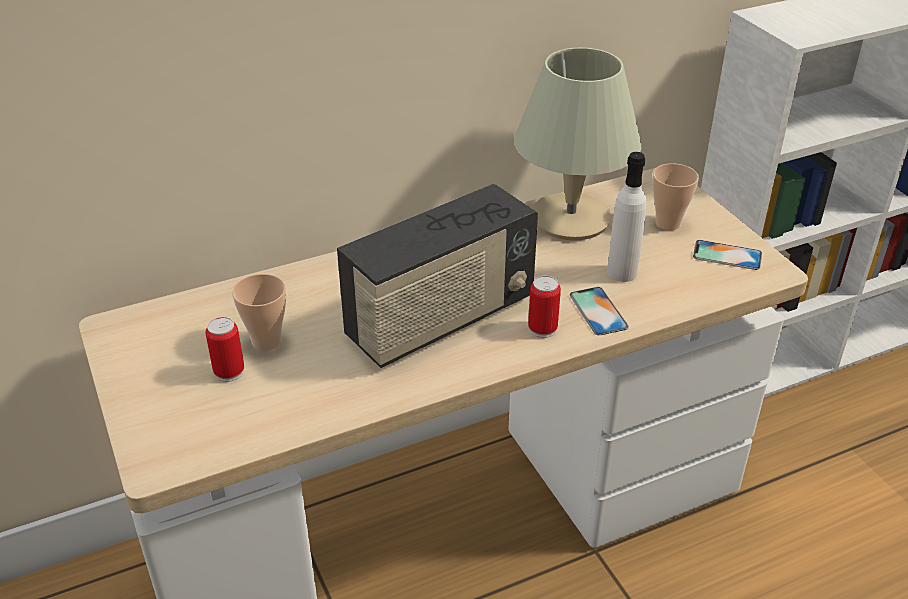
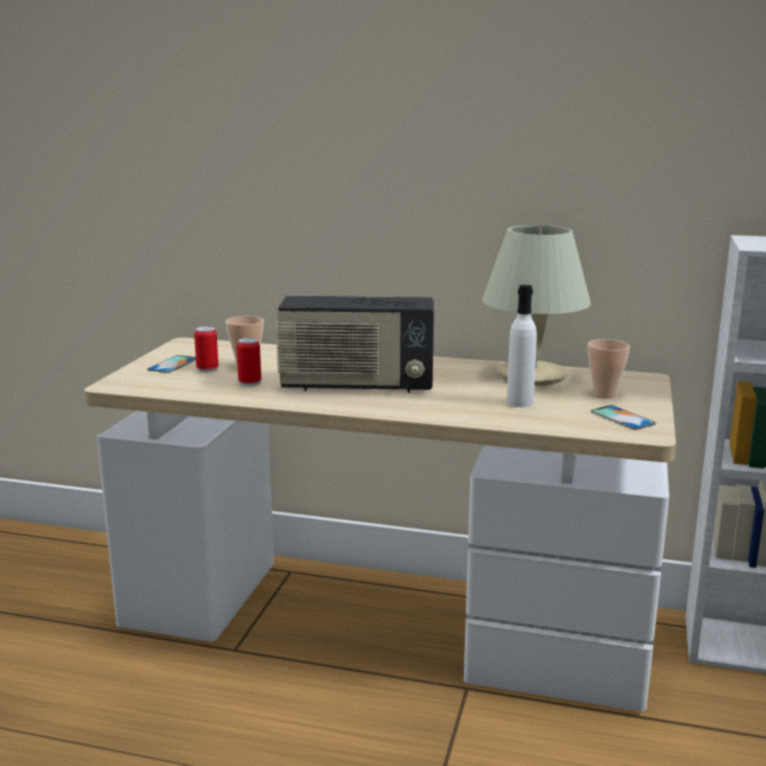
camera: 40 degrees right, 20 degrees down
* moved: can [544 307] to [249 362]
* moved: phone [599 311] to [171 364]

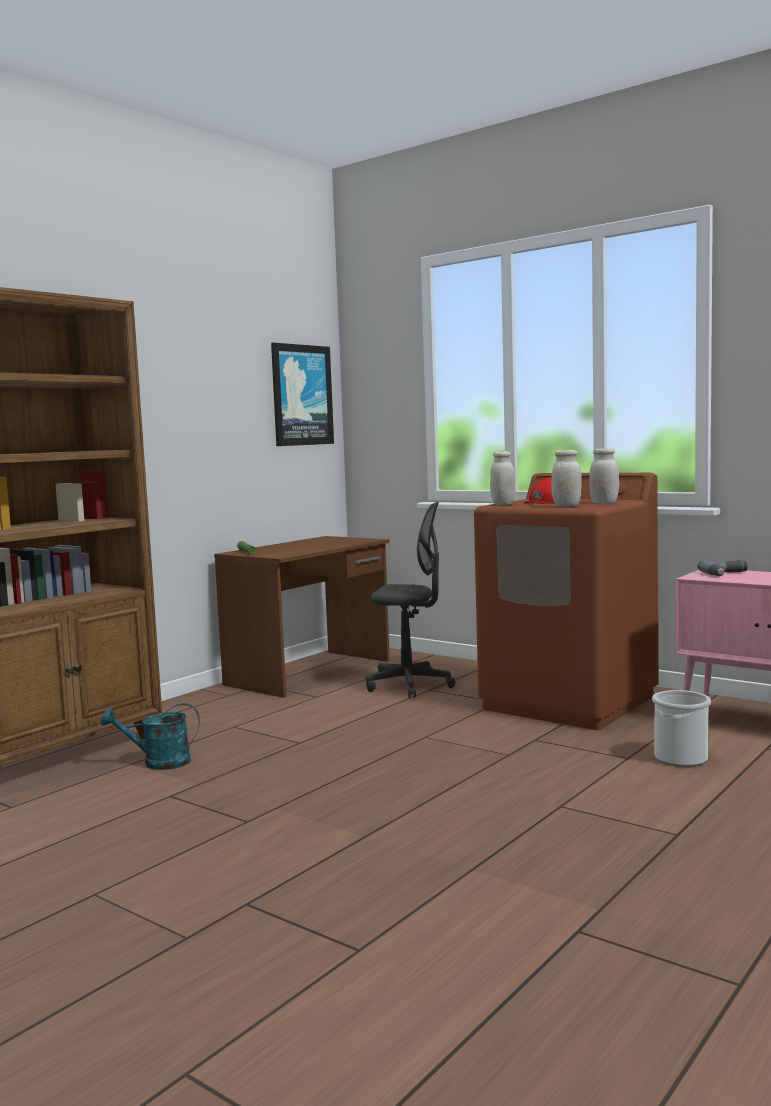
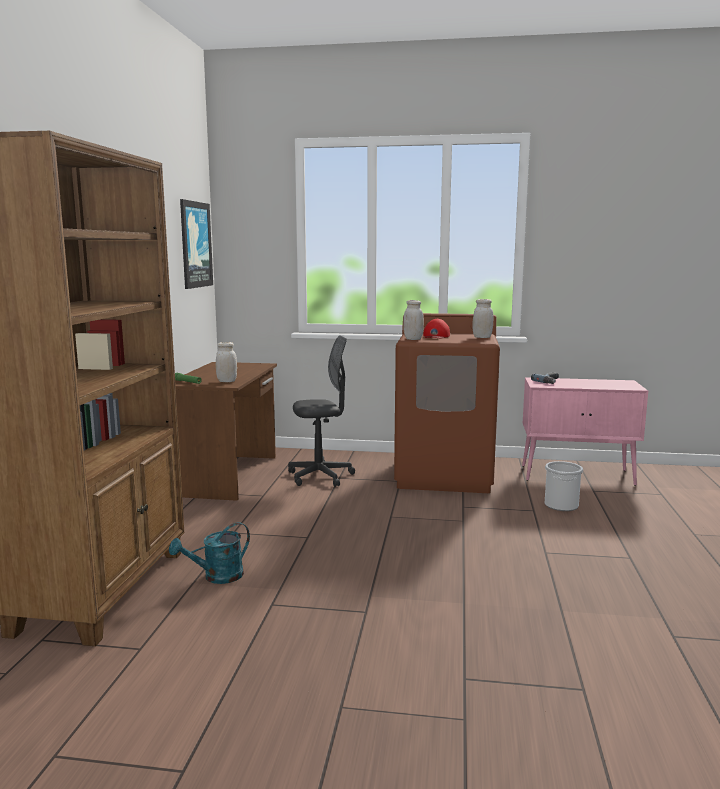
camera: 30 degrees left, 5 degrees up
* moved: jar in white [566 478] to [226 362]

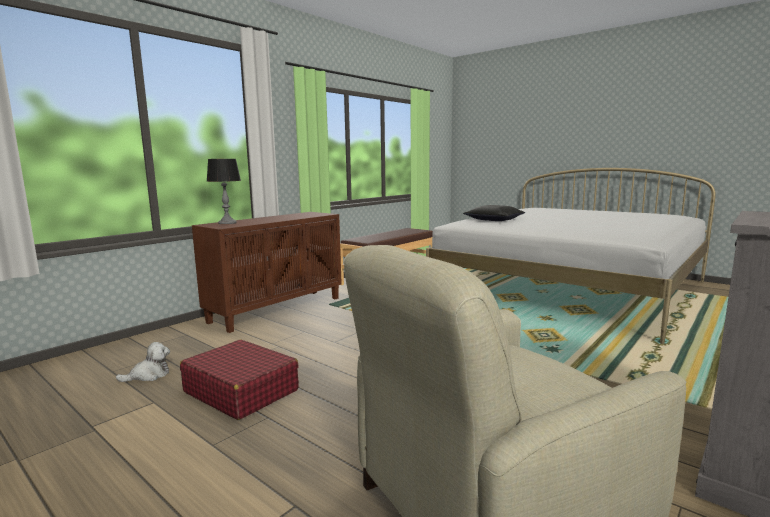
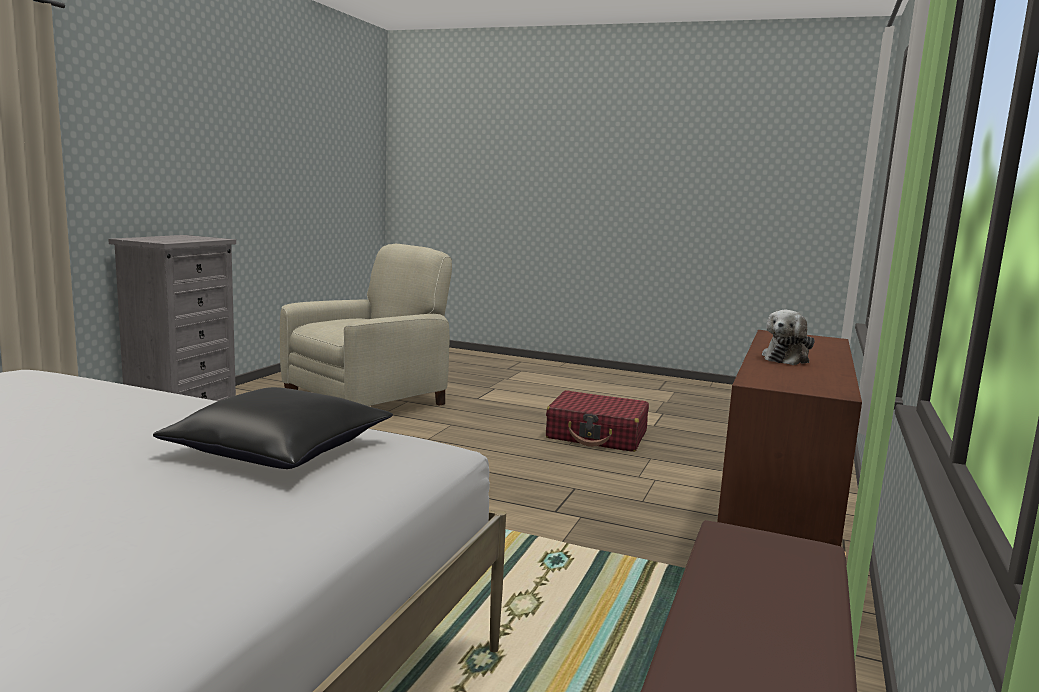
camera: 160 degrees right, 0 degrees up
* removed: table lamp [224 191]
* moved: plush toy [143 362] to [788 337]

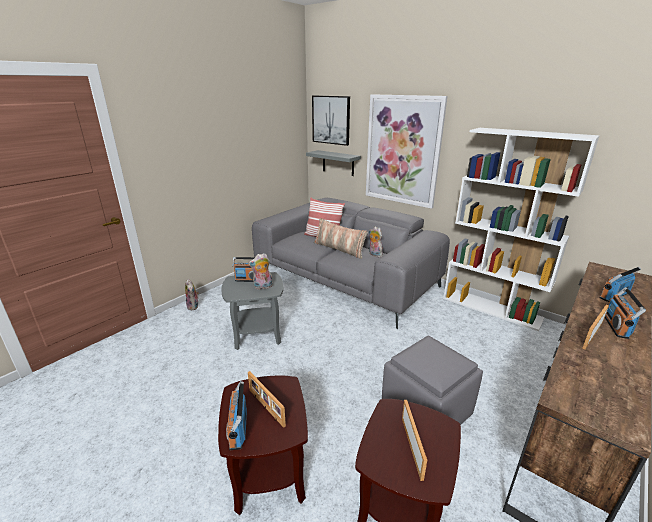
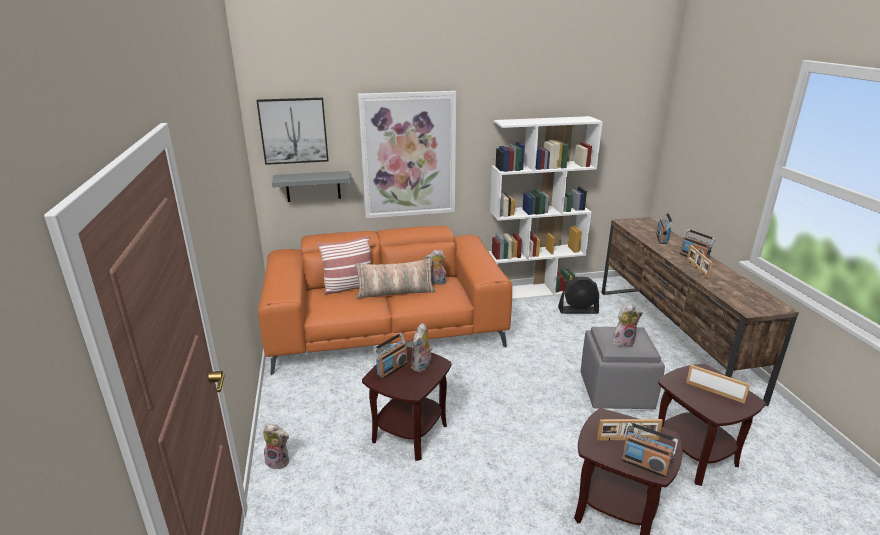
camera: 50 degrees left, 0 degrees up
* recoloured: sofa in grey [351 263] to sofa in orange [385 300]
* recoloured: side table in grey [252 311] to side table in brown [407 404]
* added: fan in black [578 295]
* added: plush toy [627 326]

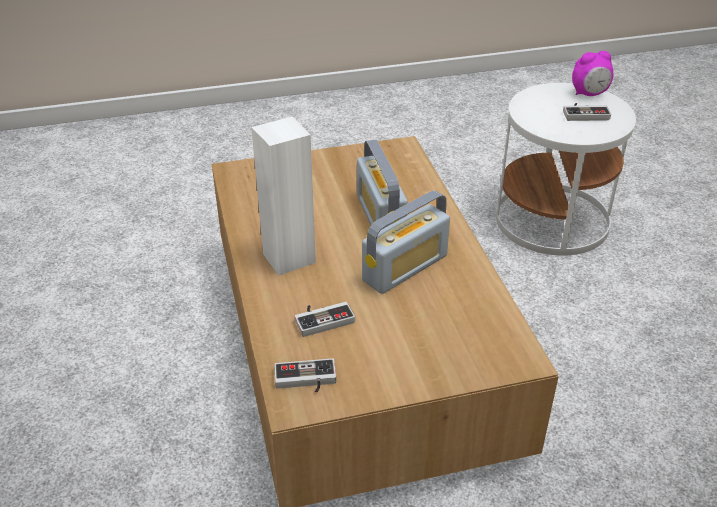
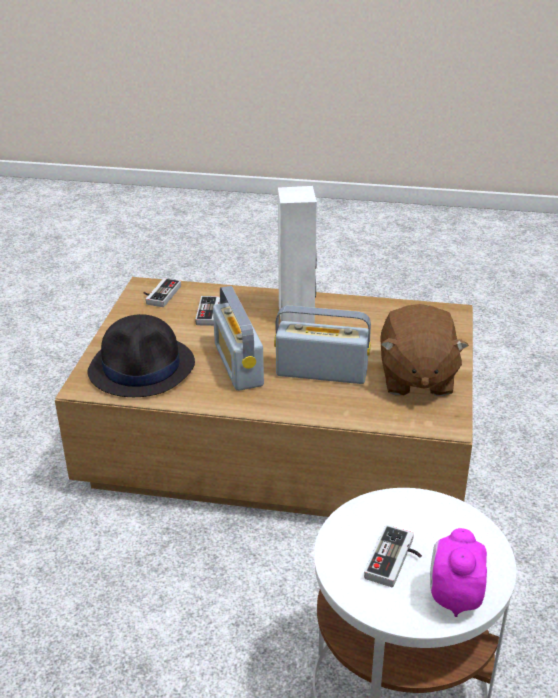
camera: 115 degrees right, 5 degrees down
* added: plush toy in brown [424 350]
* added: hat in black [141 355]

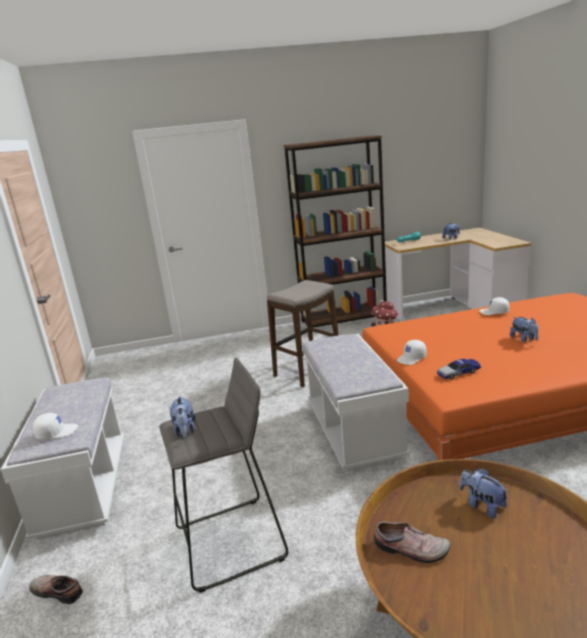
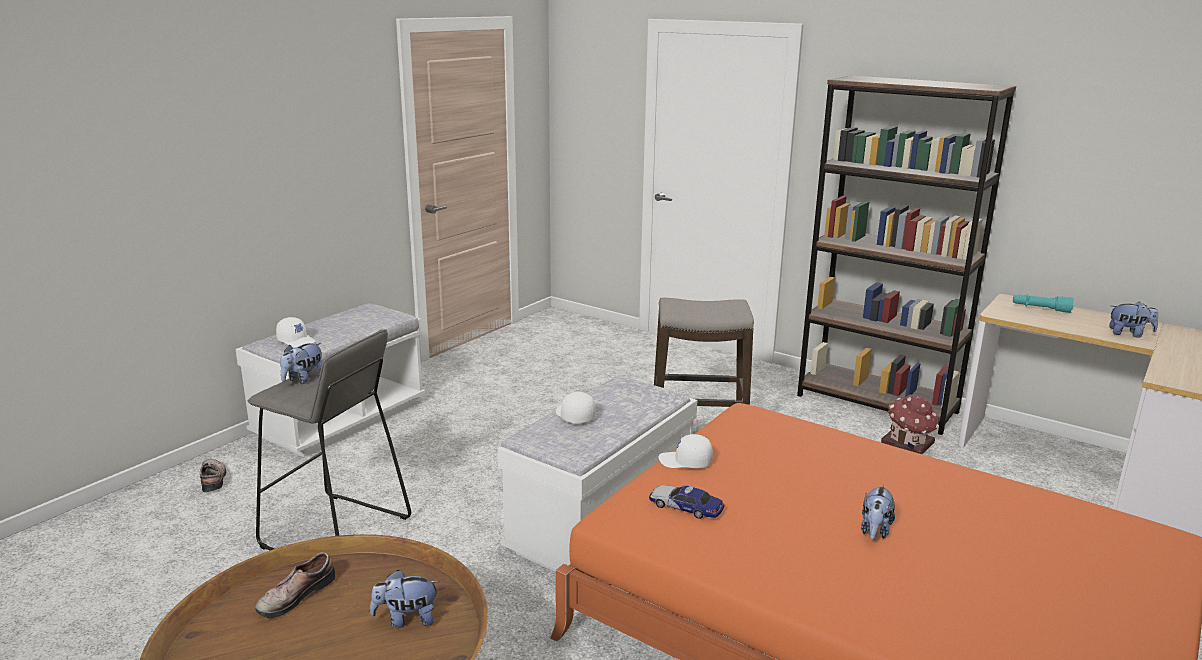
camera: 45 degrees right, 0 degrees up
* moved: cap in white [494 306] to [575 408]
* turned: plush toy [483 493] = [405 599] 105 degrees counterclockwise
* turned: shoe [412 542] = [295 585] 60 degrees clockwise

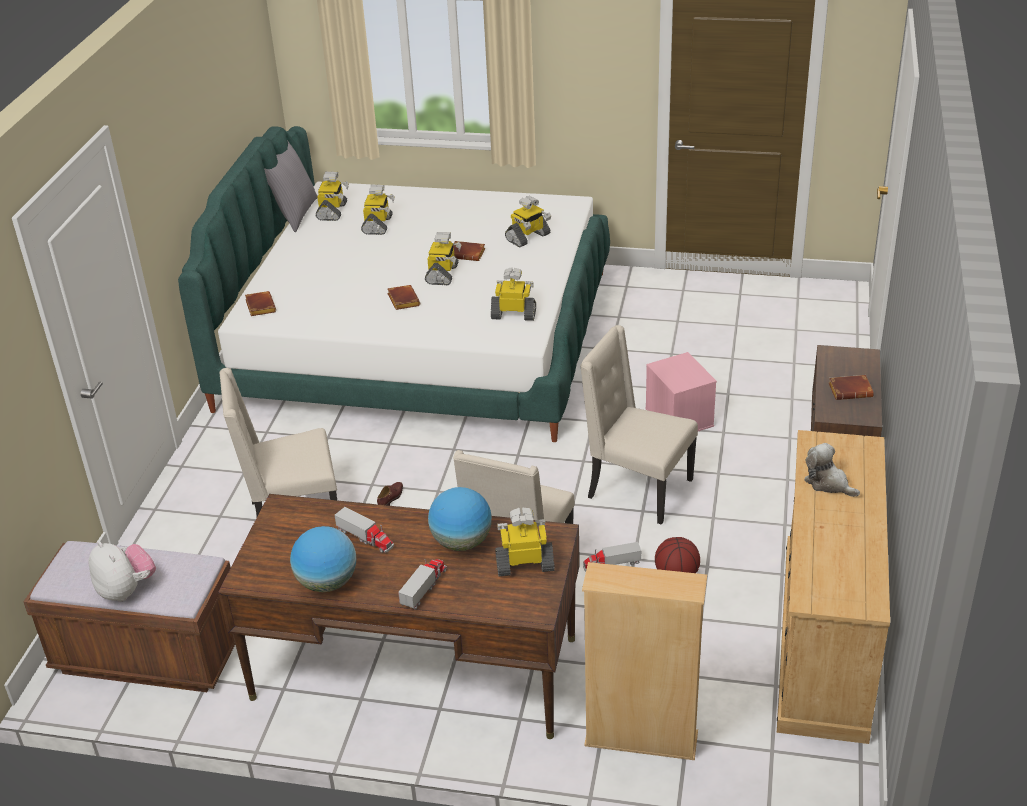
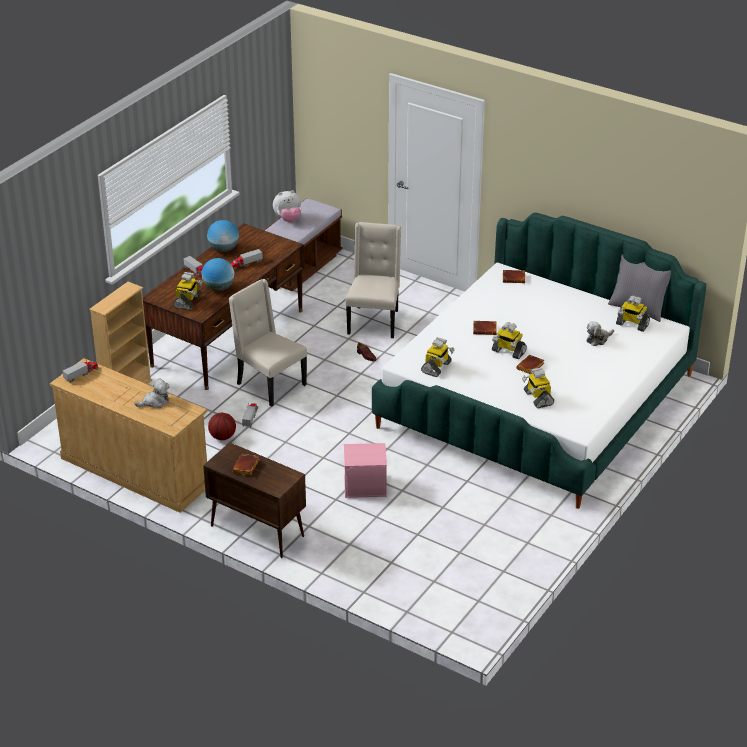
camera: 110 degrees right, 0 degrees up
* replaced: toy robot [378 210] to plush toy [600 333]
* removed: chair in beige [639 425]
* added: toy truck [81 371]

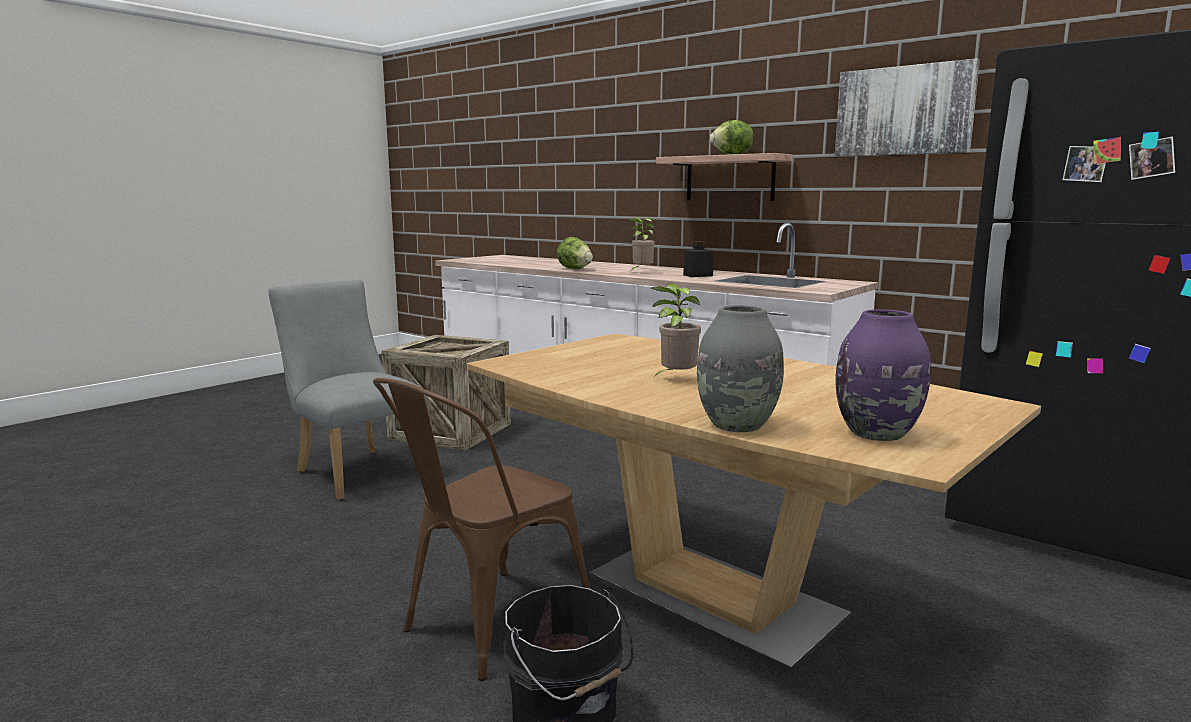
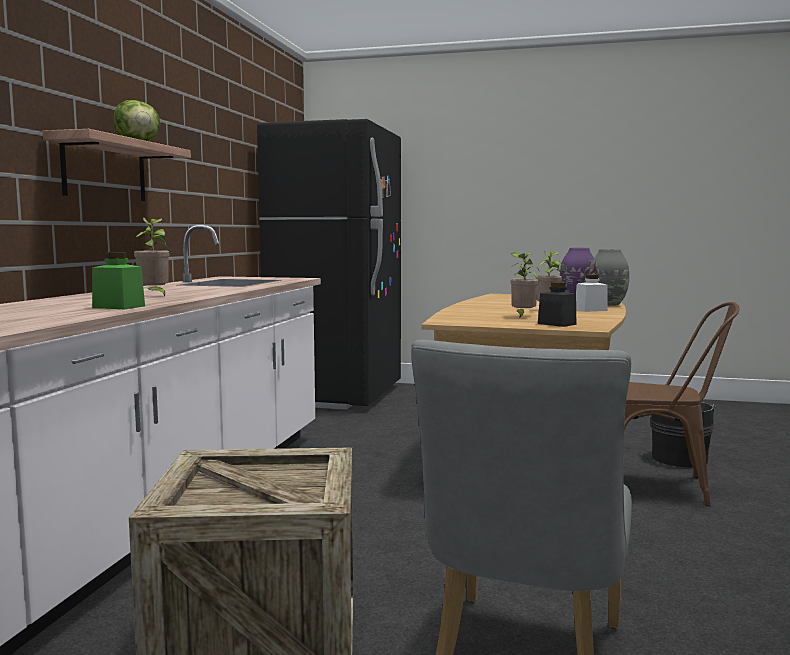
camera: 115 degrees left, 5 degrees down
* removed: picture [907 107]
* replaced: lettuce [575 253] to jar in green [118 280]
* moved: jar in black [698 259] to [557 304]
* added: potted plant [524 285]
* added: jar in white [592 293]

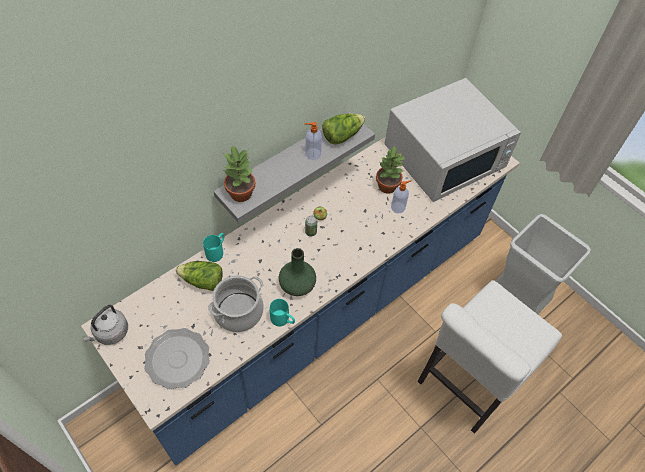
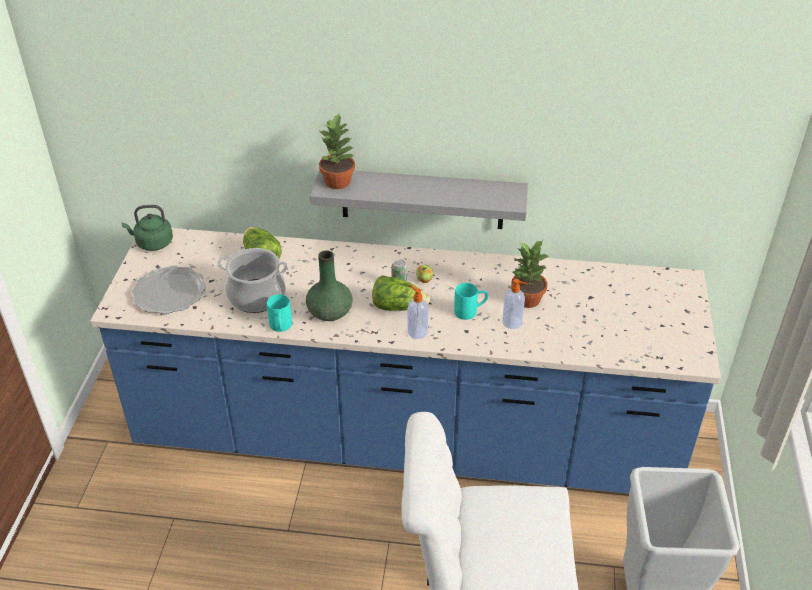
camera: 50 degrees right, 15 degrees down
* removed: microwave in white [452 140]
* moved: lettuce [343 128] to [401 293]
* moved: soap dispenser [313 141] to [418 312]
* moved: mug in turquoise [213 247] to [471 301]
* recoloured: kettle in grey [105 325] to kettle in green [147 228]

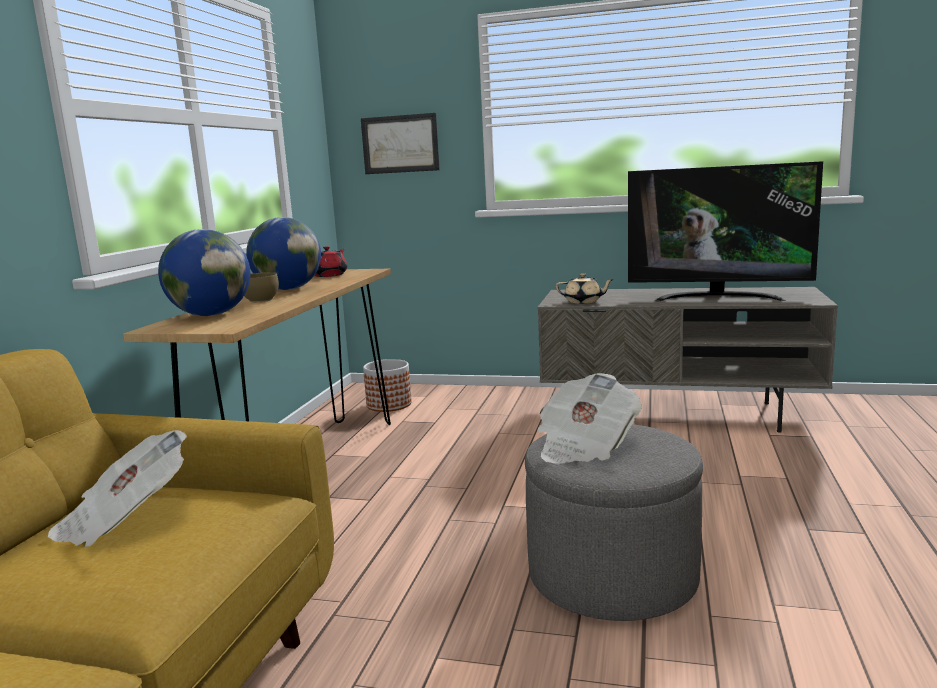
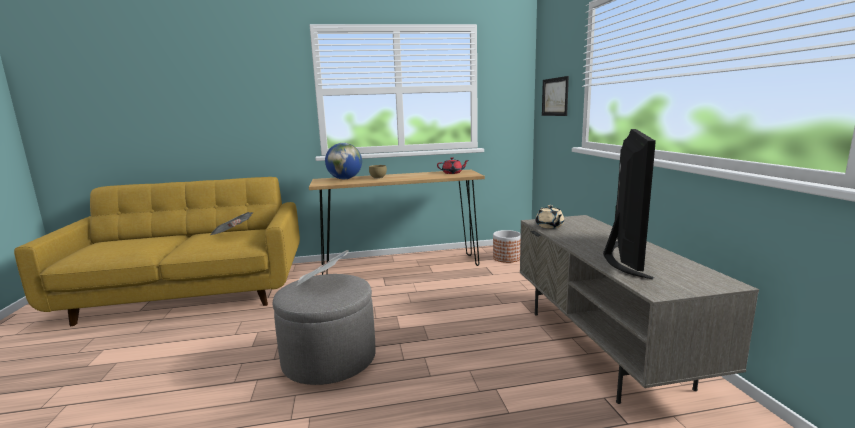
camera: 65 degrees right, 0 degrees up
* turned: television [725 231] = [629 204] 150 degrees counterclockwise
* removed: globe [283 253]

